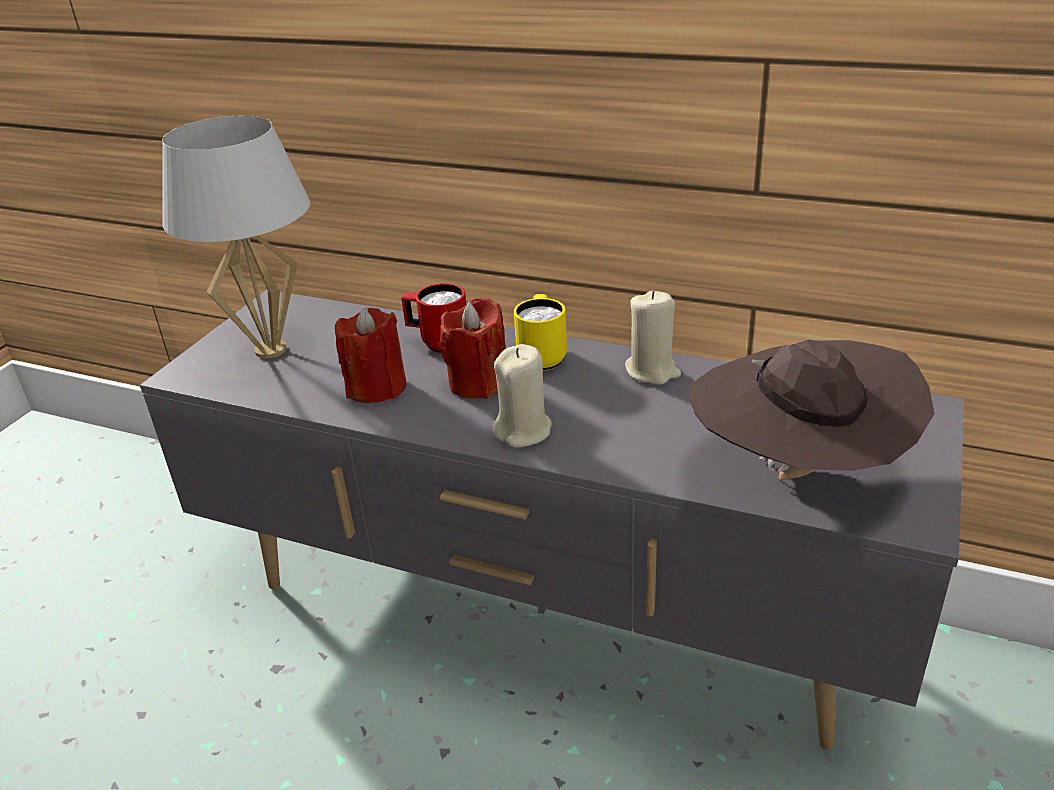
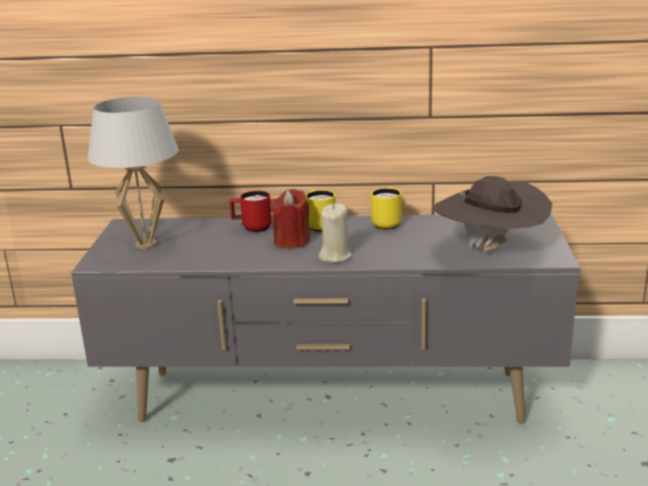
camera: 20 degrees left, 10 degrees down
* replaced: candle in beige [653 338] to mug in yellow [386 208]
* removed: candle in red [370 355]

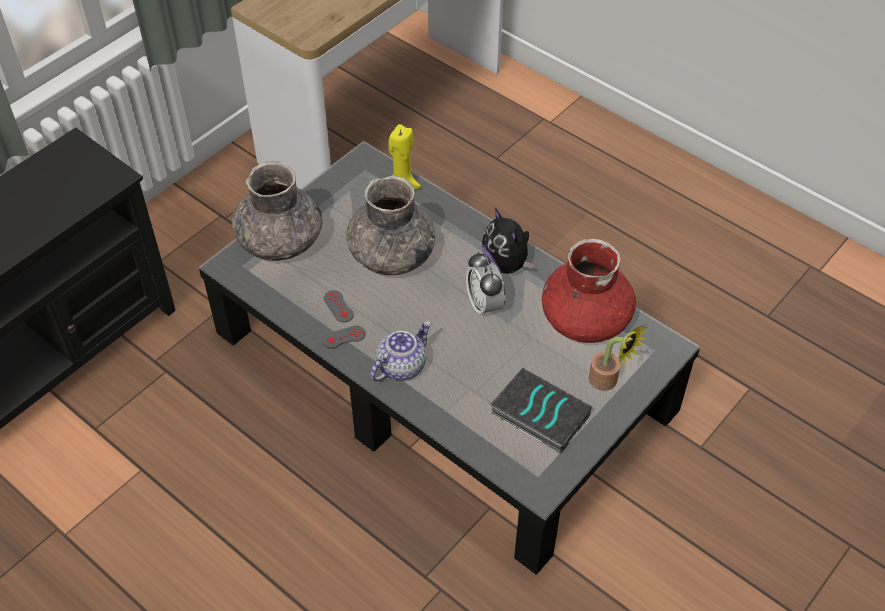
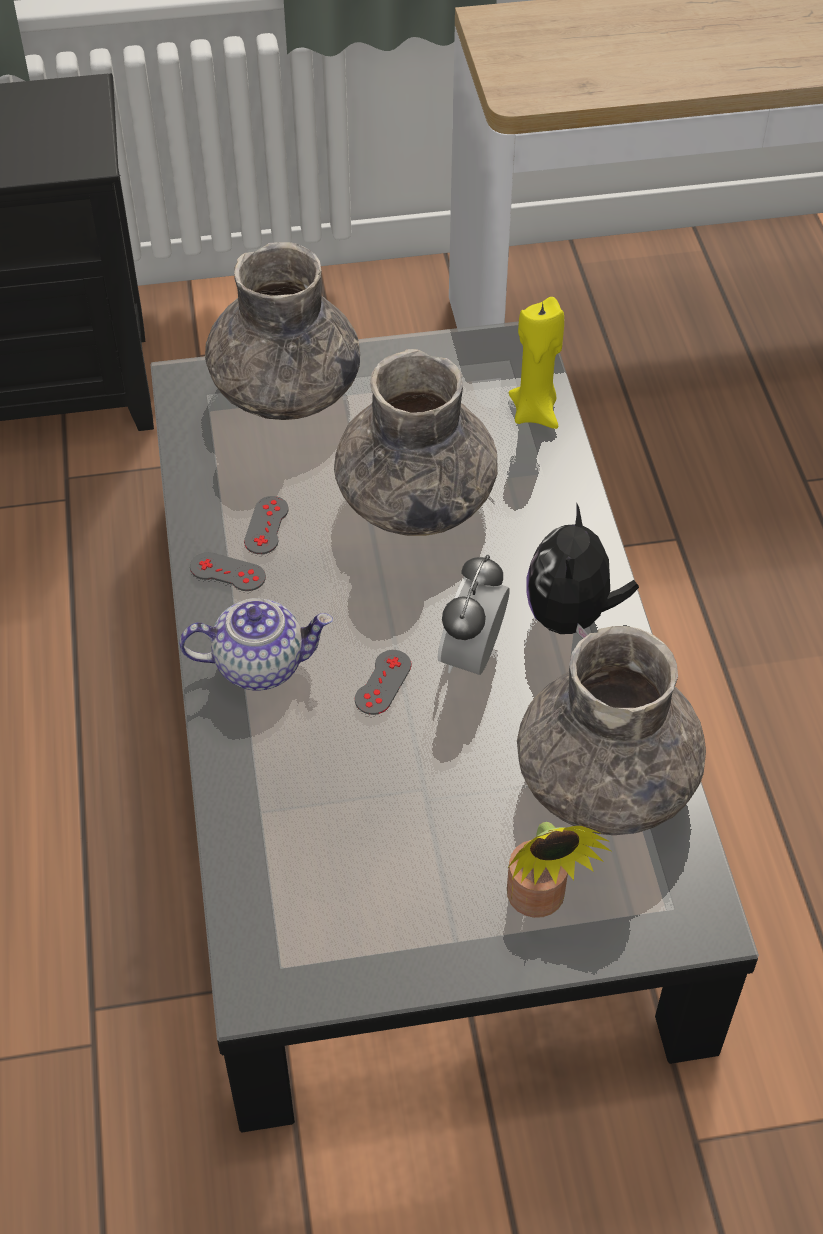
camera: 40 degrees right, 0 degrees up
* recoloured: vase in red [589 291] to vase in grey [611 730]
* removed: book [541 411]
* added: game controller in grey [383 682]

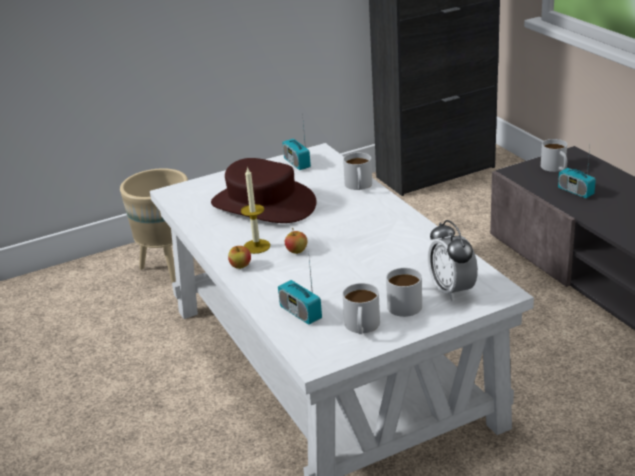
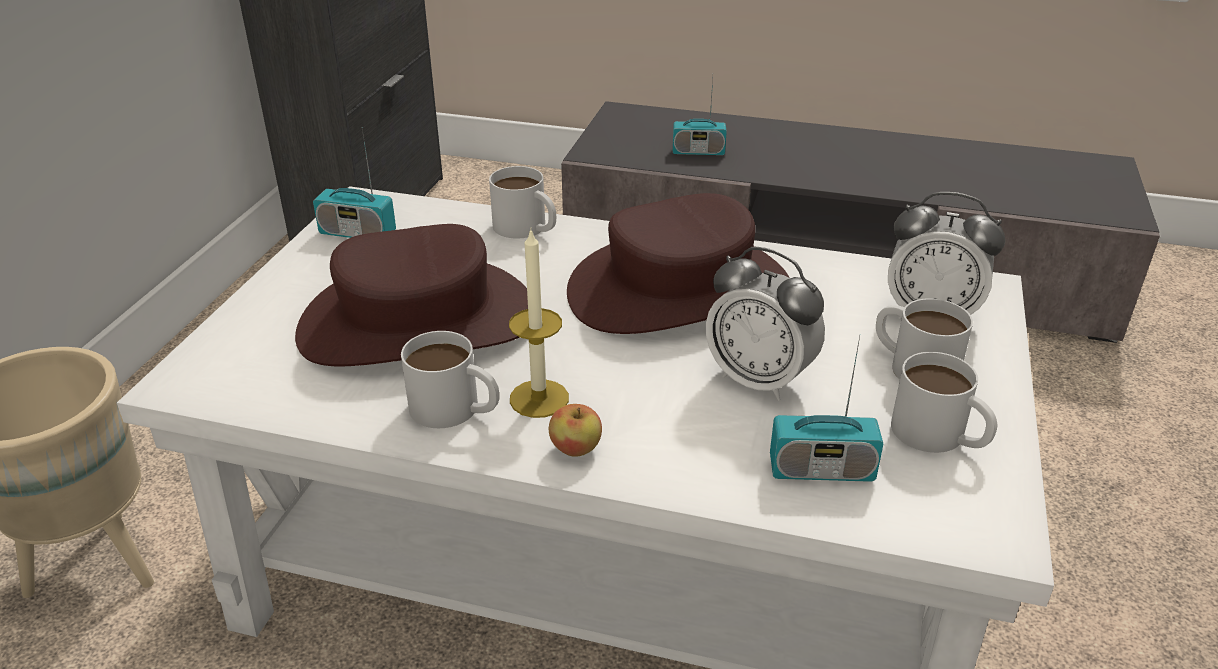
camera: 50 degrees left, 5 degrees up
* moved: mug in white [554 155] to [450 379]
* removed: apple [296 241]
* added: hat in brown [678 263]
* added: alarm clock [765 324]

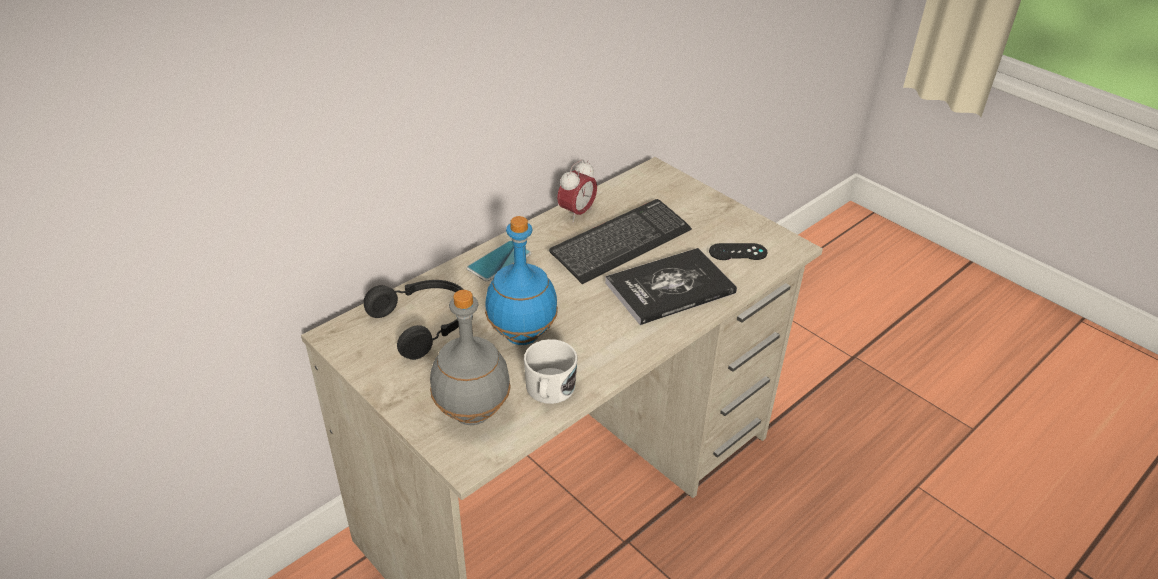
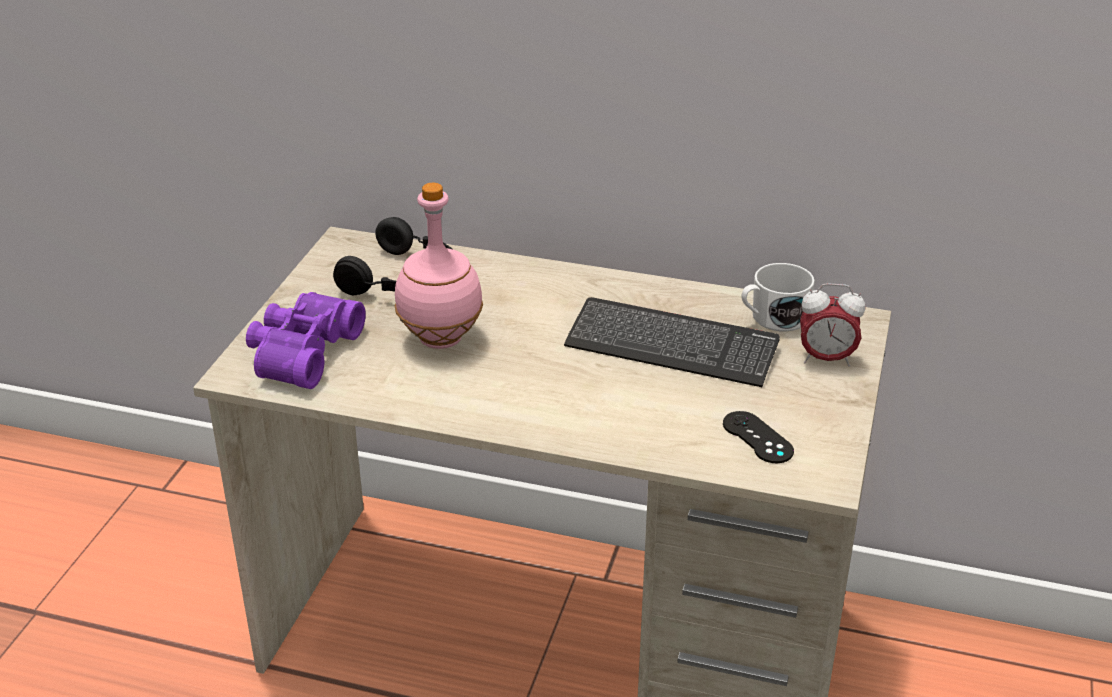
camera: 60 degrees right, 5 degrees down
* moved: alarm clock [577 190] to [832 325]
* recoloured: bottle in blue [521 280] to bottle in pink [439 266]
* removed: phone [498 261]
* removed: book [671 286]
* replaced: bottle in grey [470 357] to binoculars in purple [306 340]
* moved: mug in white [551 371] to [778 297]

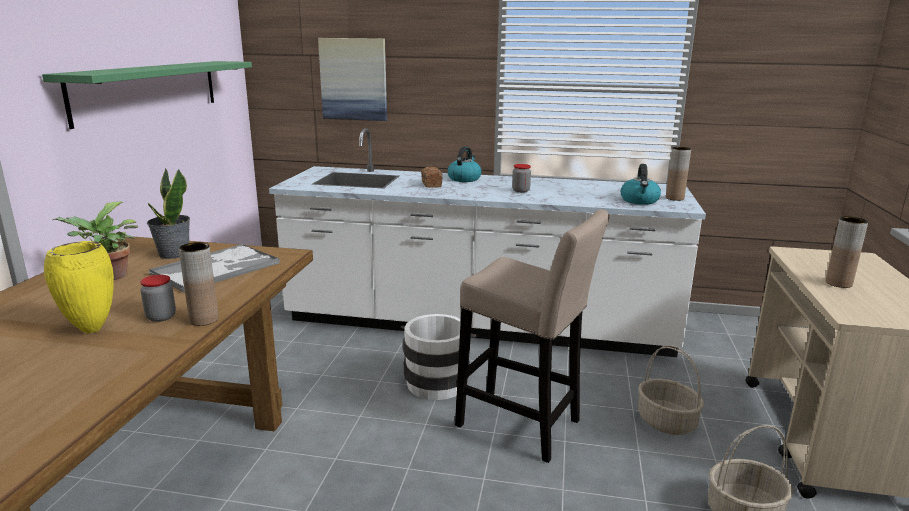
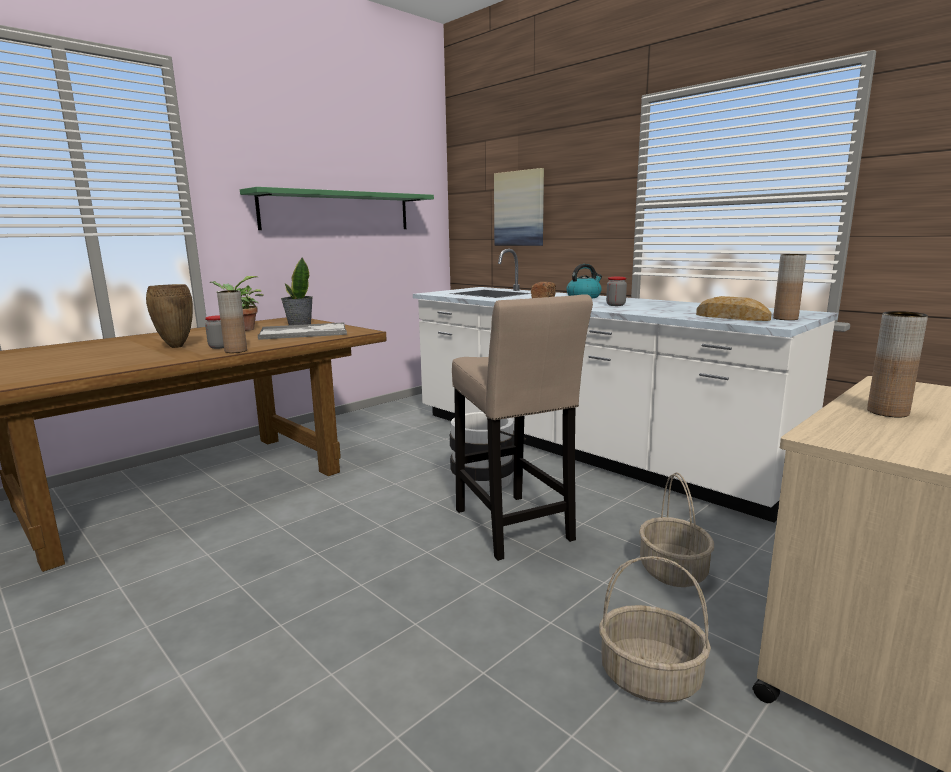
camera: 35 degrees right, 5 degrees down
* replaced: kettle [641 184] to bread [734 308]
* recoloured: vase in yellow [79 287] to vase in brown [169 316]

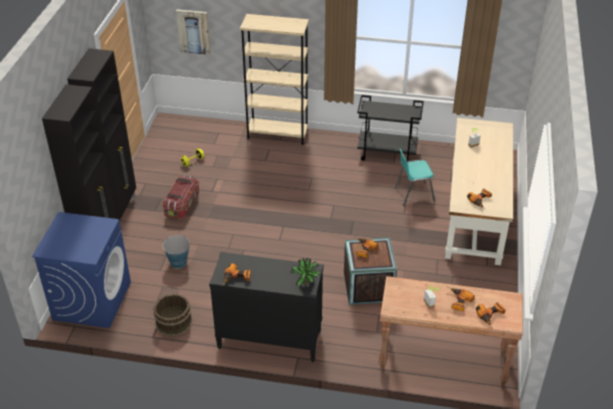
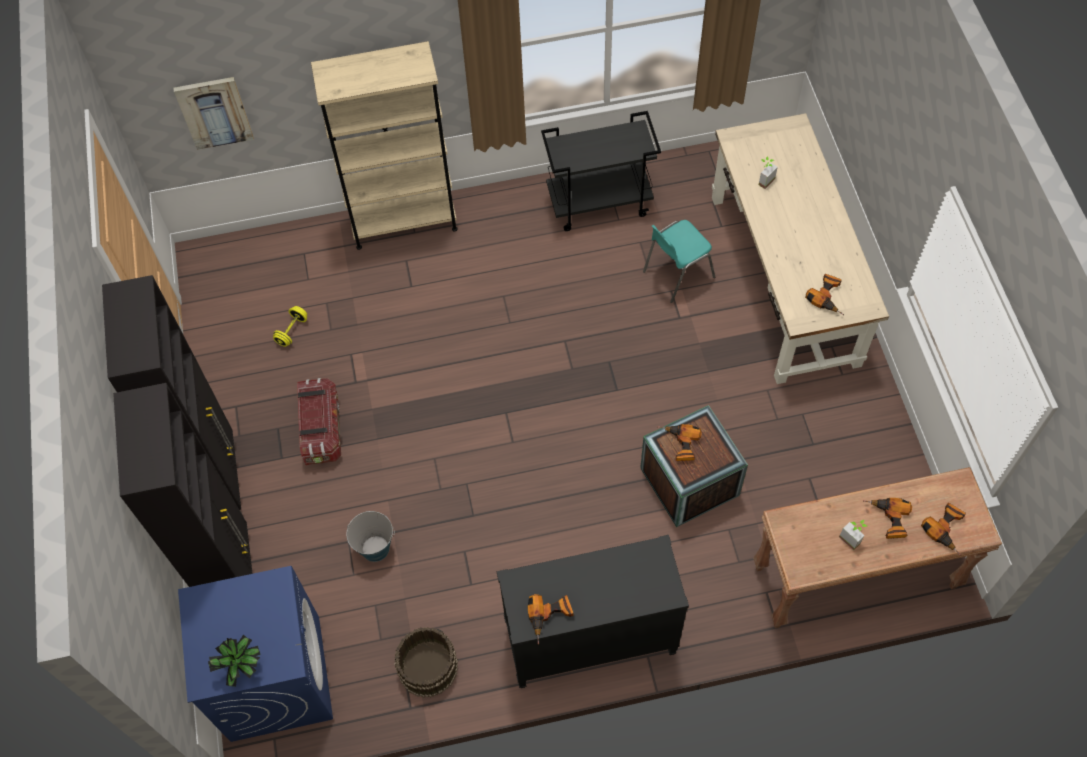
camera: 20 degrees left, 20 degrees up
* moved: potted plant [305 272] to [234 660]

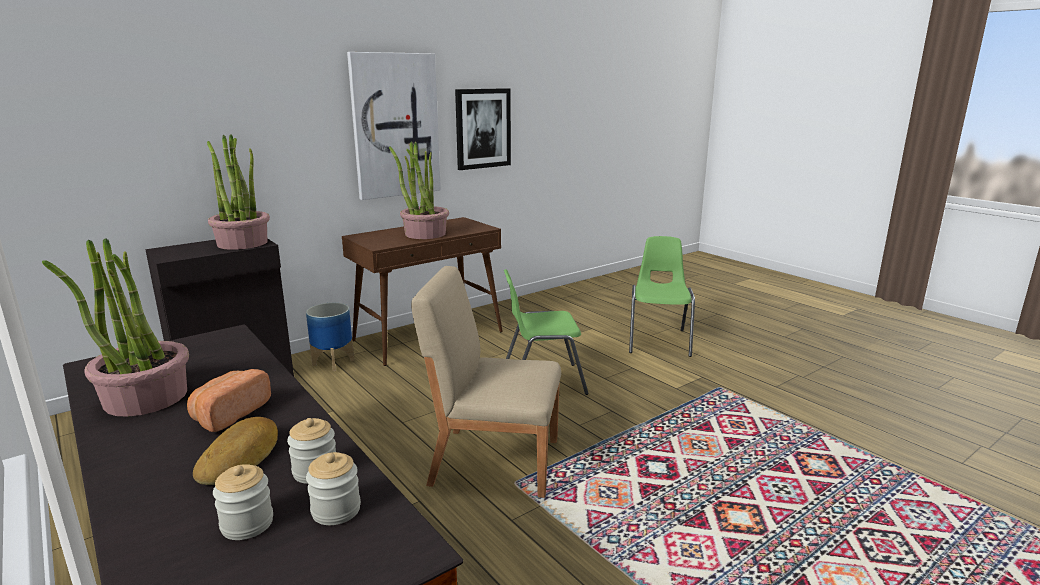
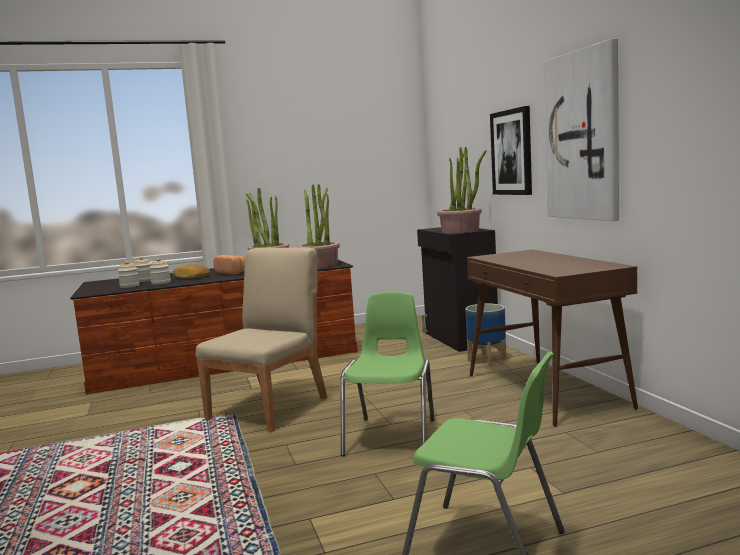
camera: 110 degrees right, 10 degrees down
* moved: picture [483 129] to [511 150]
* moved: potted plant [419 190] to [318 226]

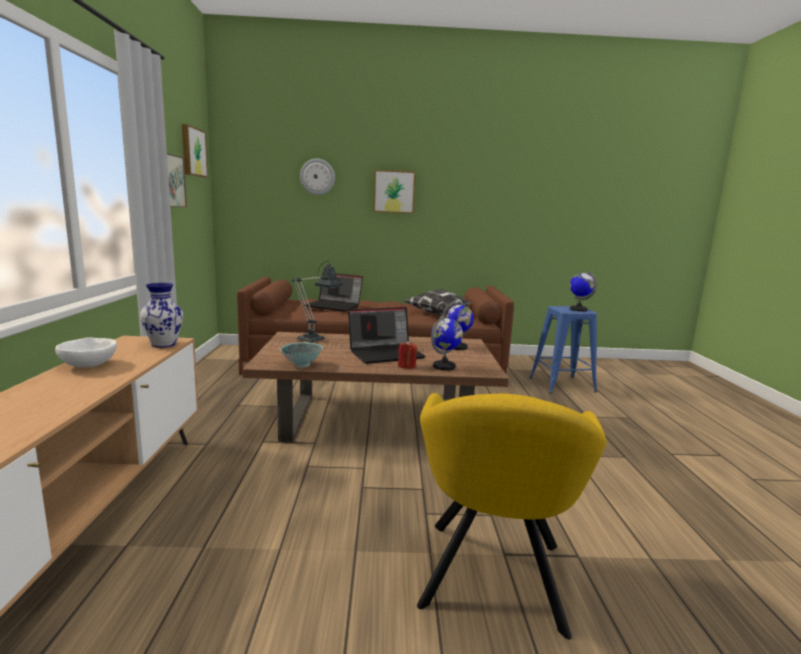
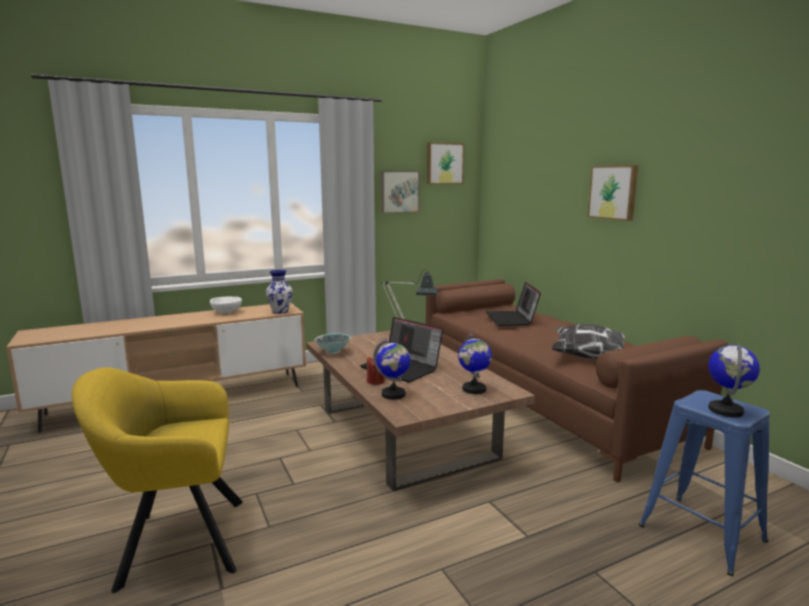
camera: 65 degrees right, 0 degrees up
* removed: wall clock [317 177]

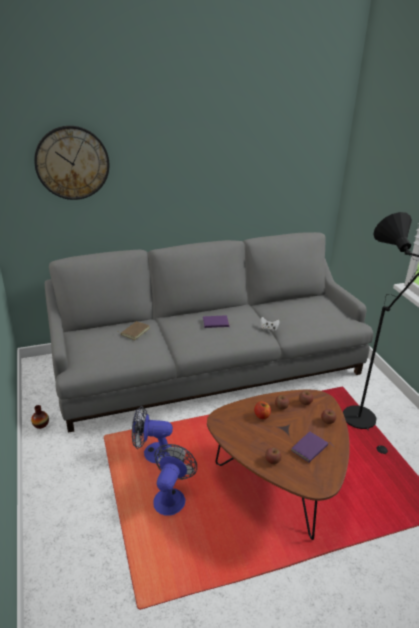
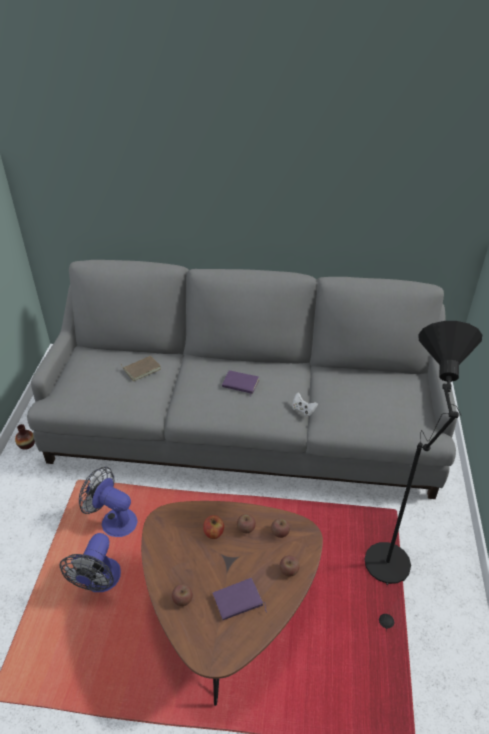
camera: 25 degrees right, 10 degrees up
* removed: wall clock [72 163]
* turned: fan [175 480] = [90 562] 150 degrees clockwise

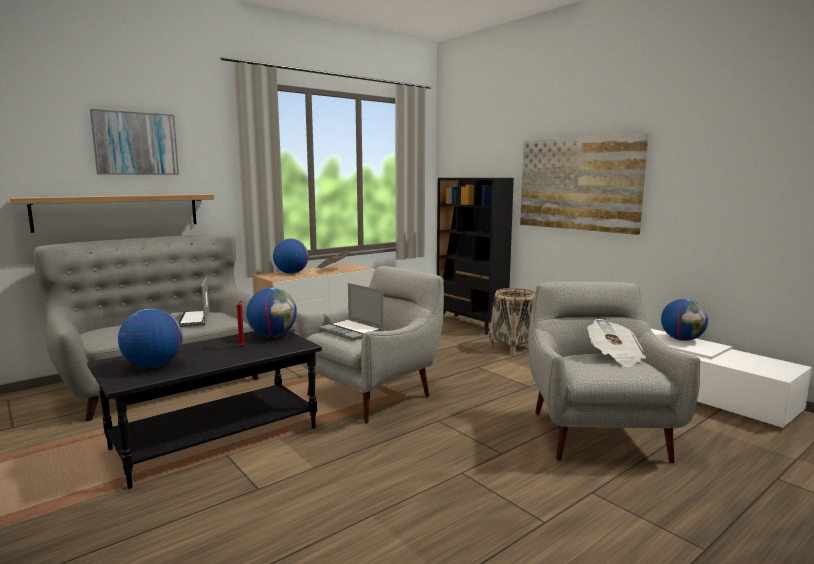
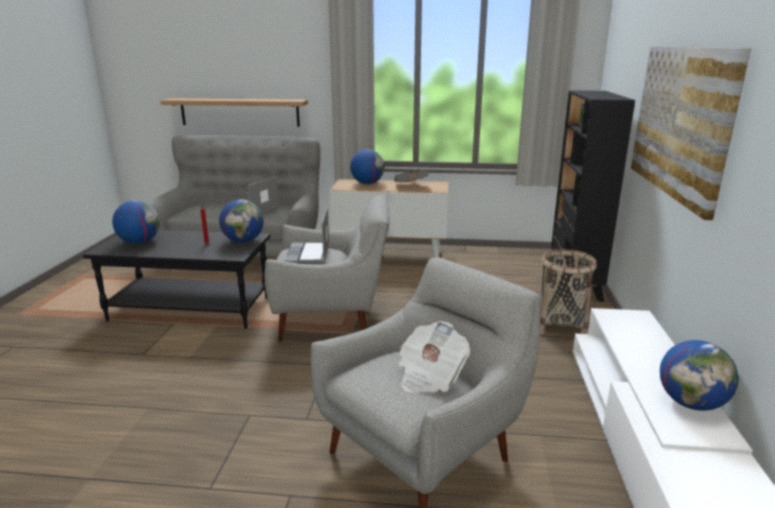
camera: 45 degrees right, 10 degrees up
* removed: picture [134 142]

